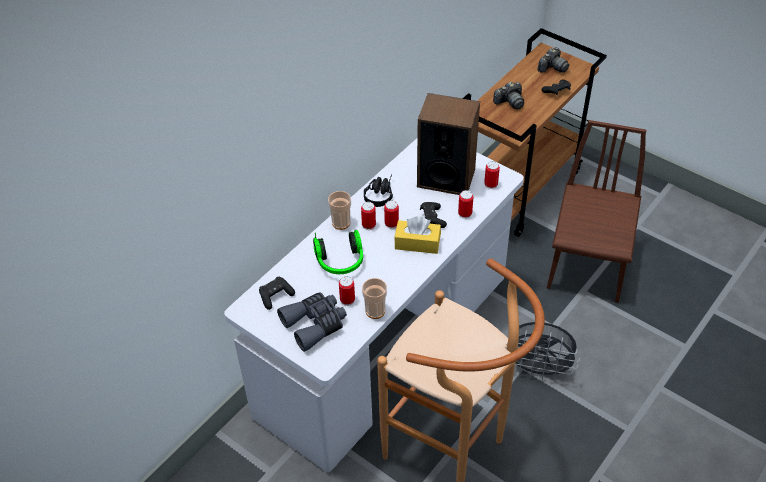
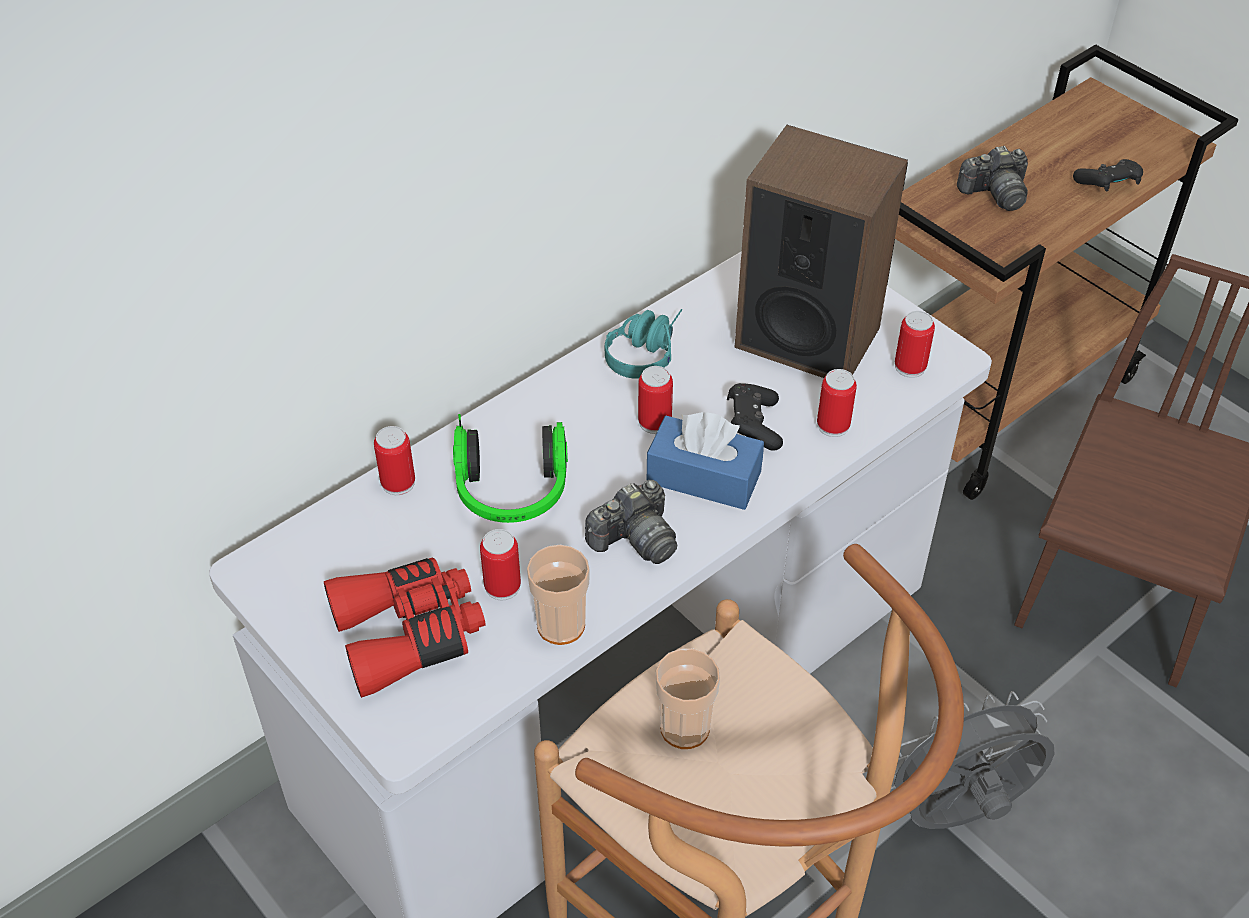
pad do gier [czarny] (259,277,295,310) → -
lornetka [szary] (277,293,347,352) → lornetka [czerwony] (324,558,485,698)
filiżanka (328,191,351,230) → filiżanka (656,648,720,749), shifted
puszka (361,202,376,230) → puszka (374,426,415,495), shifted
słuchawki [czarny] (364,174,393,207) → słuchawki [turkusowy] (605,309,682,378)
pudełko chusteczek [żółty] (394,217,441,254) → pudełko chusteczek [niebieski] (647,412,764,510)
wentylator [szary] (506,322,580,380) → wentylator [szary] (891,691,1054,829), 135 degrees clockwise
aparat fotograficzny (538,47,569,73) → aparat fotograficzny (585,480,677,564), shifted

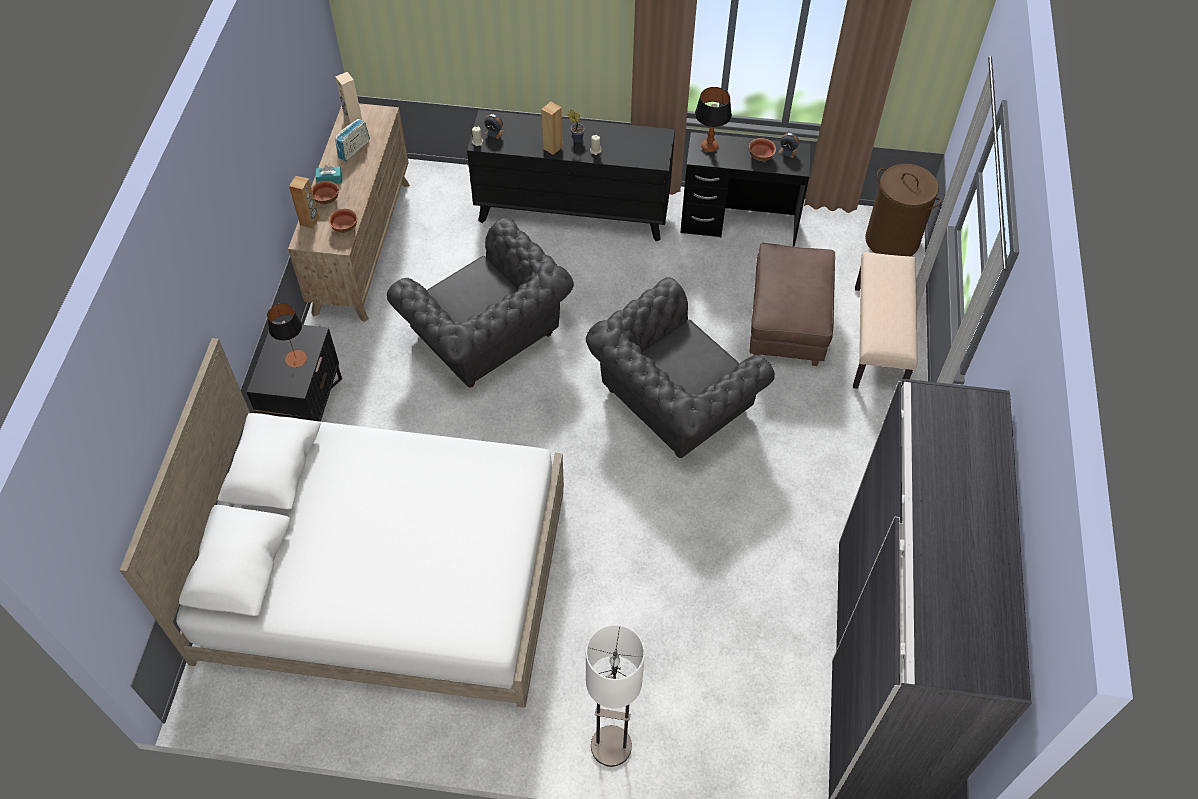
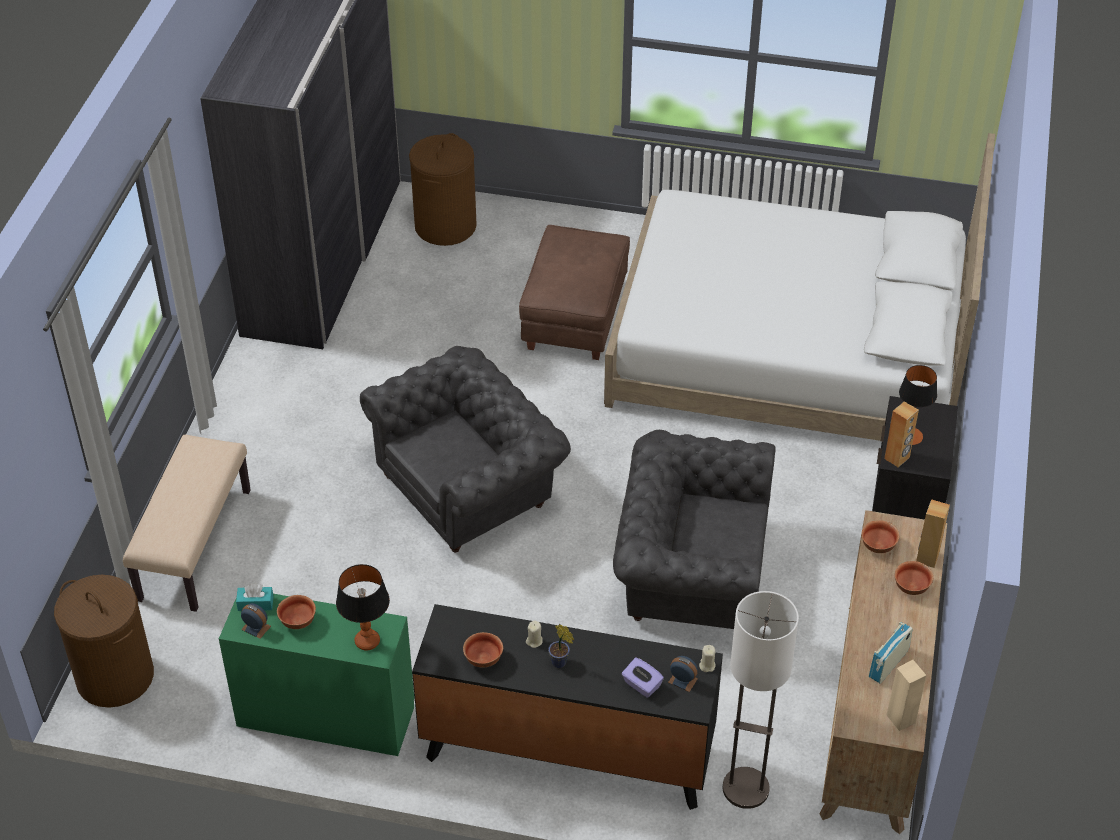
pudełko chusteczek [turkusowy] (315,165,342,184) → pudełko chusteczek [turkusowy] (236,584,273,611), shifted
fotel [szary] (387,218,574,388) → fotel [szary] (613,430,776,629), 45 degrees counterclockwise
głośnik [brązowy] (541,102,563,155) → głośnik [brązowy] (884,402,919,467), shifted
lampa stojąca (586,624,645,767) → lampa stojąca (723,591,799,809), shifted
biurko [czarny] (680,132,811,247) → biurko [zielony] (219,594,414,756)
pufa [brązowy] (749,243,835,366) → pufa [brązowy] (519,225,630,360), shifted
- → kosz na pranie [brązowy] (409,133,477,246)
- → miska (463,632,503,668)
- → pudełko chusteczek [fioletowy] (622,657,664,698)

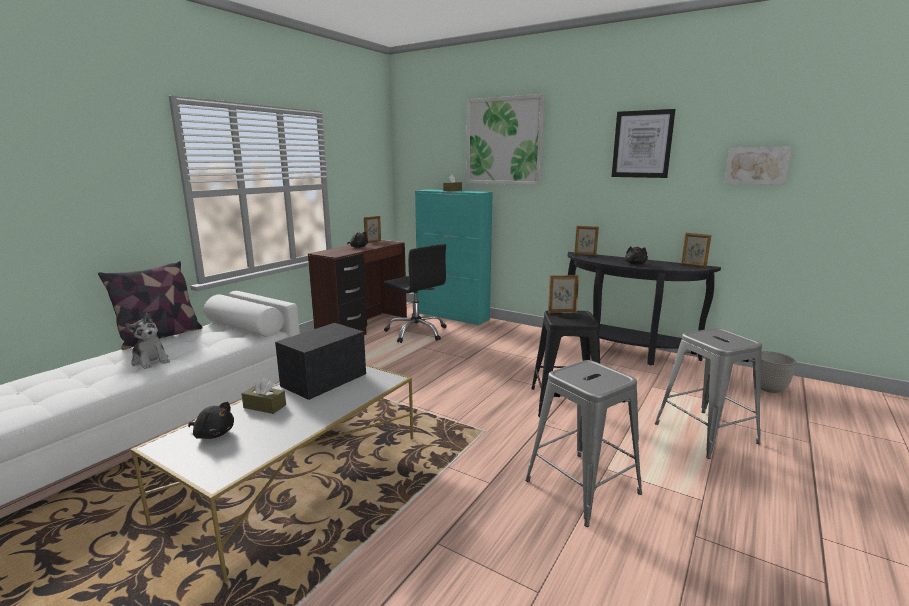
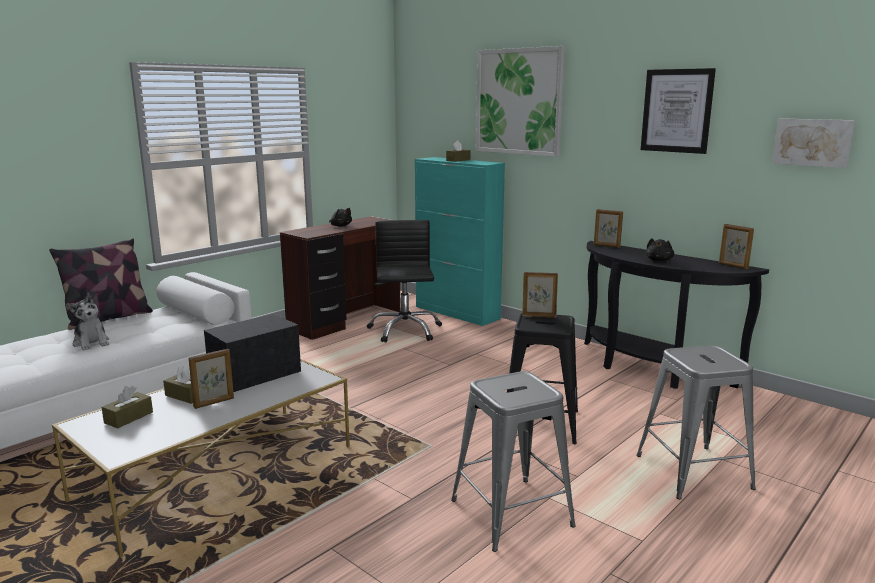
pluszak [czarny] (188,402,234,439) → pudełko chusteczek [brązowy] (101,386,153,428)
ramka na zdjęcie (364,216,381,243) → ramka na zdjęcie (189,349,234,409), shifted
krzesło biurowe [czarny] (383,244,447,343) → krzesło biurowe [czarny] (367,220,442,343), 150 degrees counterclockwise
donica (753,351,797,393) → -

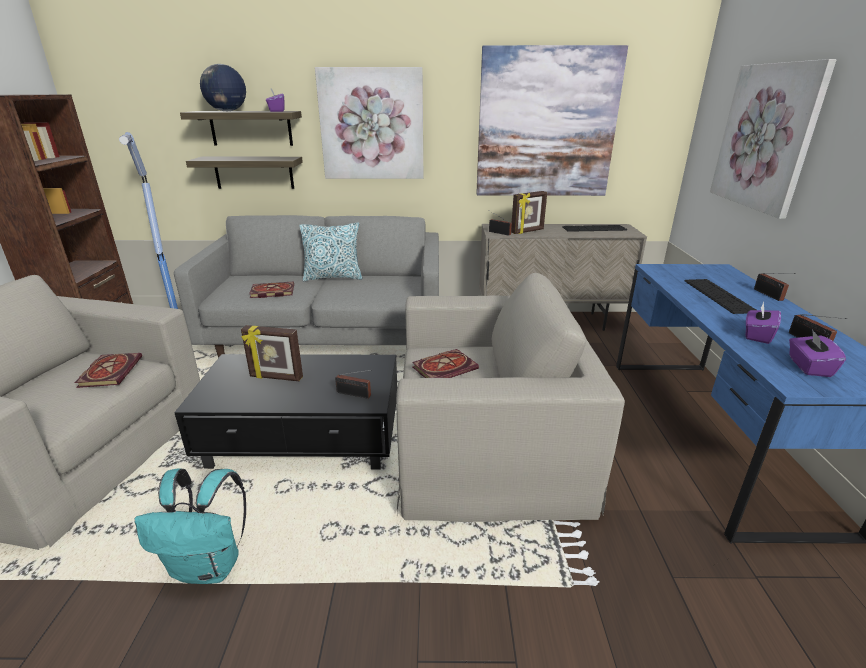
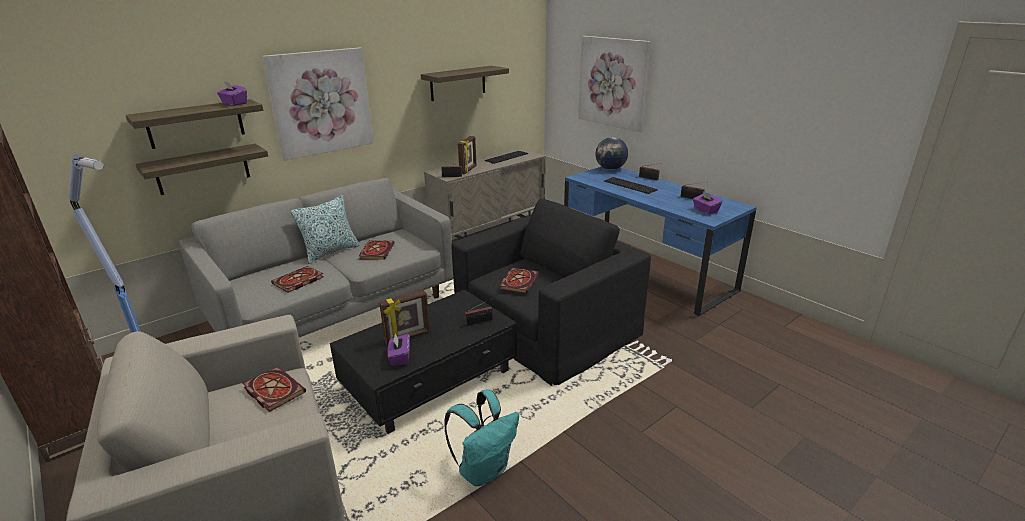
globus (200,64,246,111) → globus (595,137,628,170), shifted
fotel [beżowy] (396,273,625,522) → fotel [czarny] (451,199,651,386)
obraz (476,45,628,196) → półka (421,66,509,101)
pudełko chusteczek [fioletowy] (745,301,781,344) → pudełko chusteczek [fioletowy] (387,333,410,366), shifted
- → książka (359,240,395,260)

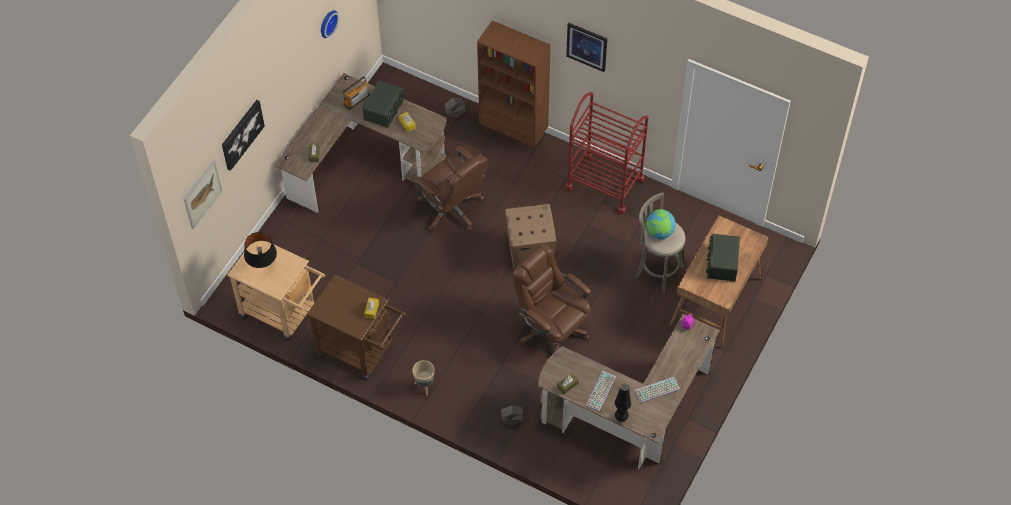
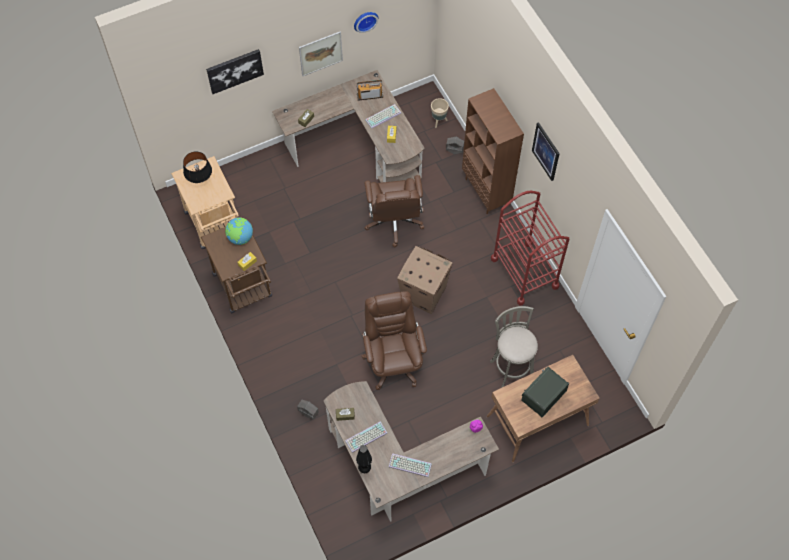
obraz (184,160,222,229) → obraz (299,32,343,76), shifted
radio (363,80,404,128) → klawiatura (365,104,401,129)
donica [beżowy] (412,360,435,395) → donica [beżowy] (431,98,449,128), shifted
globus (646,209,676,239) → globus (225,218,253,245), shifted

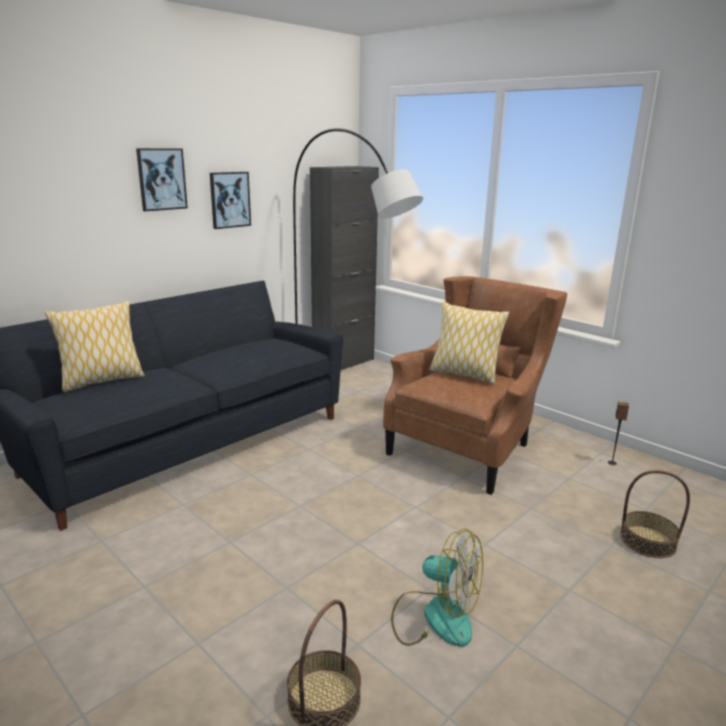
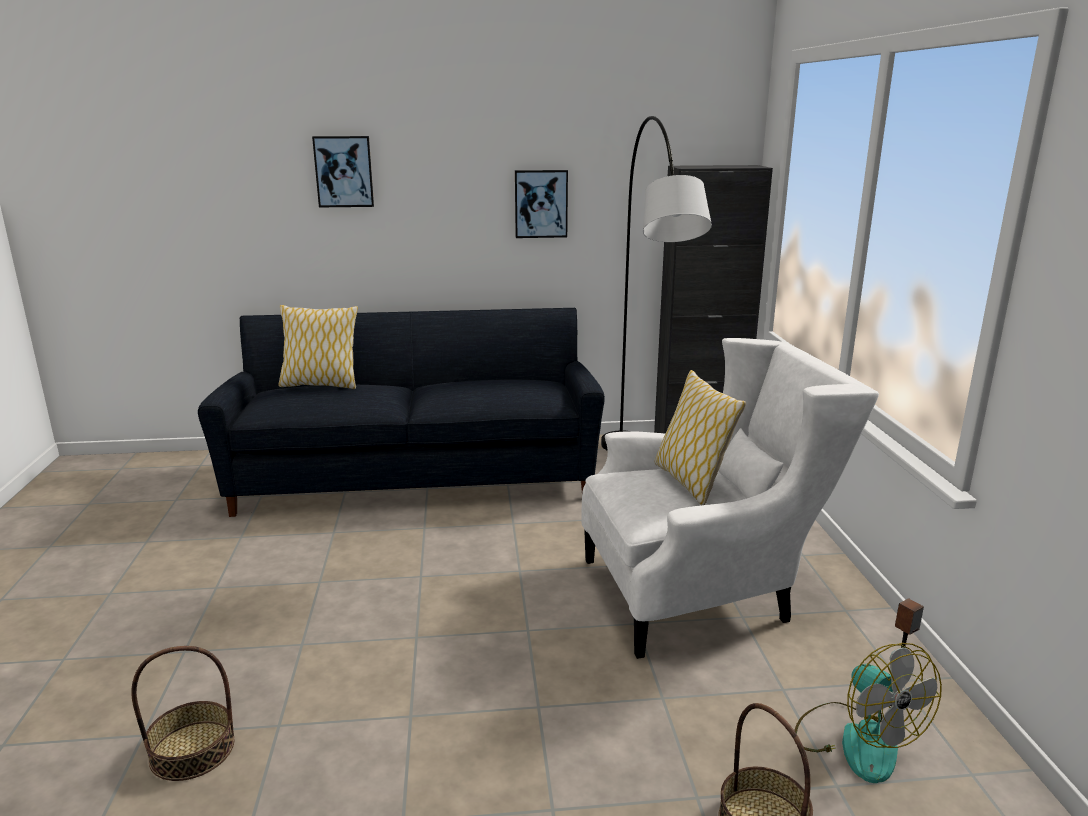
obraz (136,148,188,211) → obraz (312,136,374,207), shifted
fotel [brązowy] (383,276,567,495) → fotel [biały] (581,338,879,659)
wentylator (391,528,483,647) → wentylator (794,643,942,783), shifted

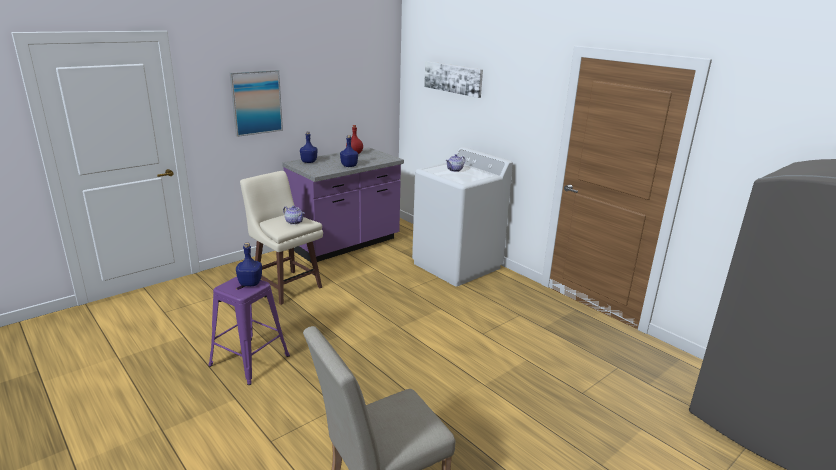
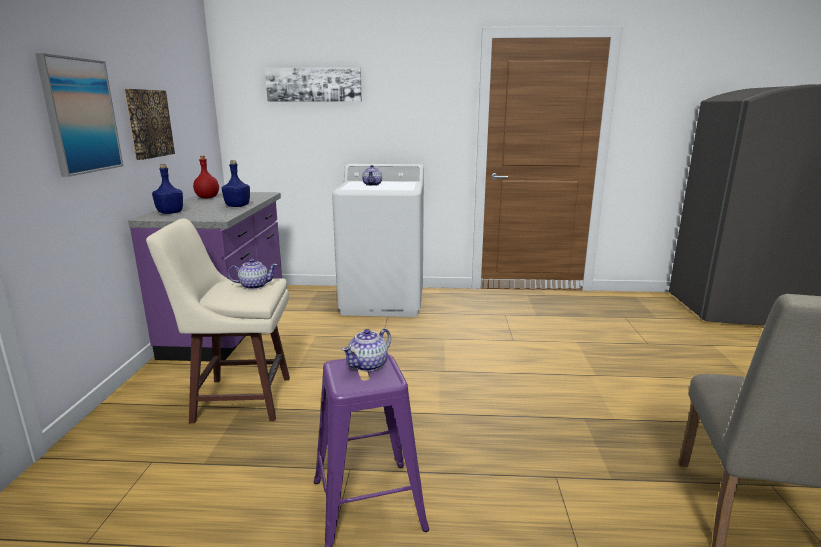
butelka [niebieski] (236,243,262,286) → imbryk (342,328,391,372)
- → obraz (124,89,175,160)

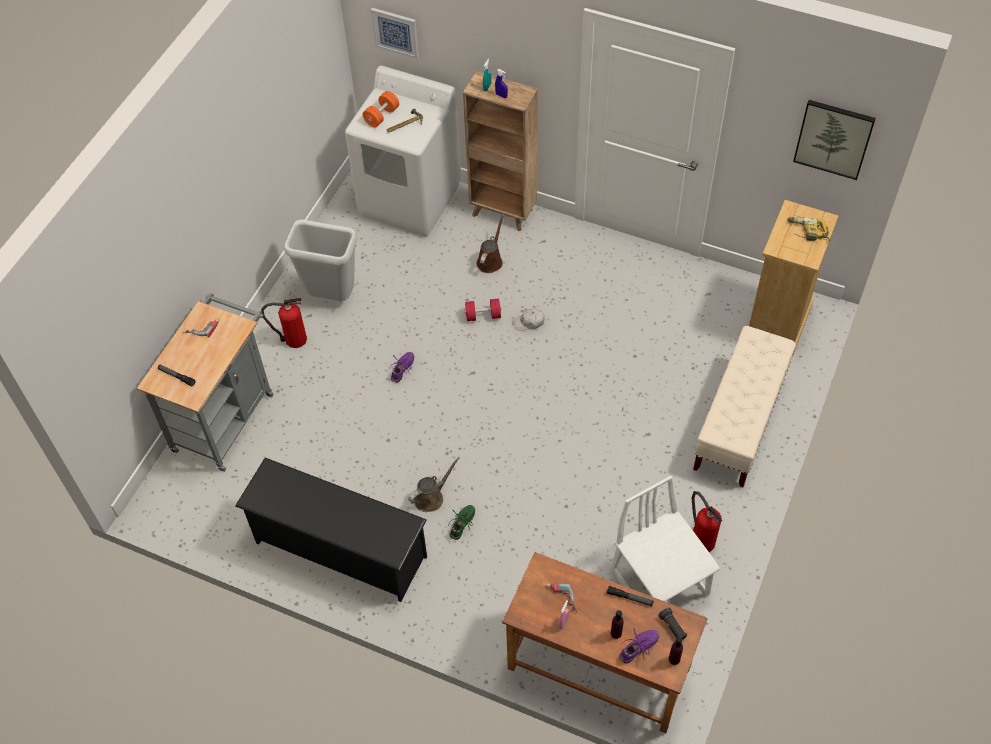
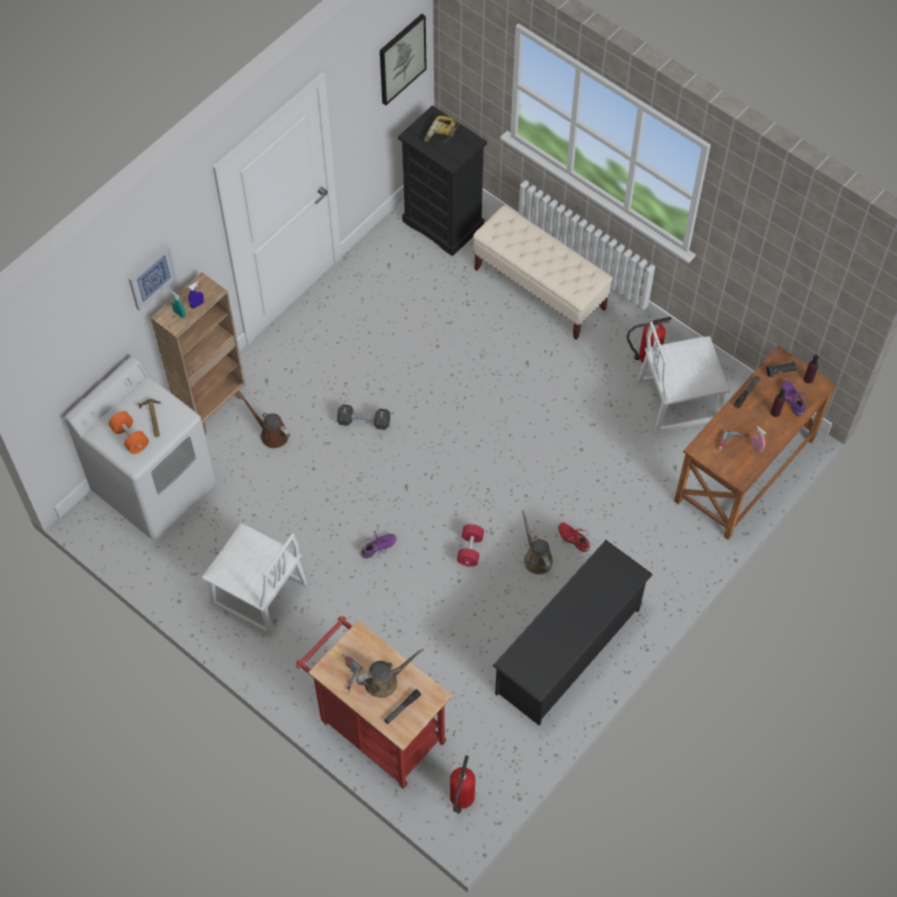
wózek [szary] (137,293,273,472) → wózek [czerwony] (296,616,452,789)
gaśnica (261,298,307,348) → gaśnica (450,755,475,814), shifted
kosz na śmieci [szary] (283,220,358,301) → krzesło [biały] (201,523,307,636)
obraz (371,8,419,59) → obraz (128,245,177,311), shifted
but [fioletowy] (388,352,414,383) → but [fioletowy] (361,531,397,559), 105 degrees clockwise
but [zielony] (447,505,475,540) → but [czerwony] (558,522,590,552)
hantel [czerwony] (465,299,502,321) → hantel [czerwony] (457,524,484,567), shifted
czapka z daszkiem [biały] (513,309,544,331) → hantel [czarny] (337,404,390,430)
komoda [beżowy] (748,200,838,357) → komoda [czarny] (398,105,487,256)
- → konewka [brązowy] (356,649,424,698)

